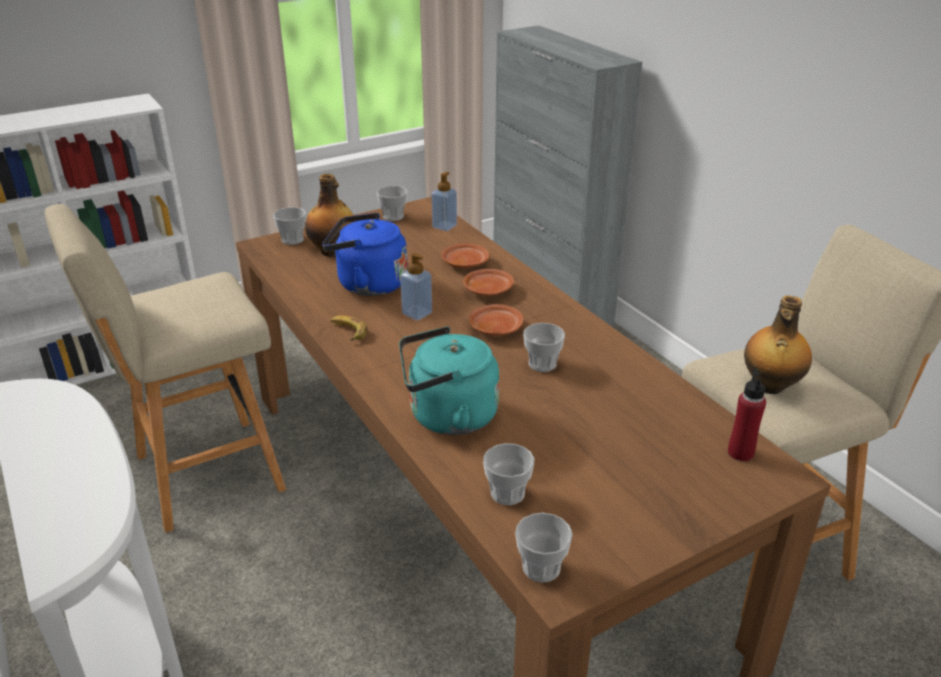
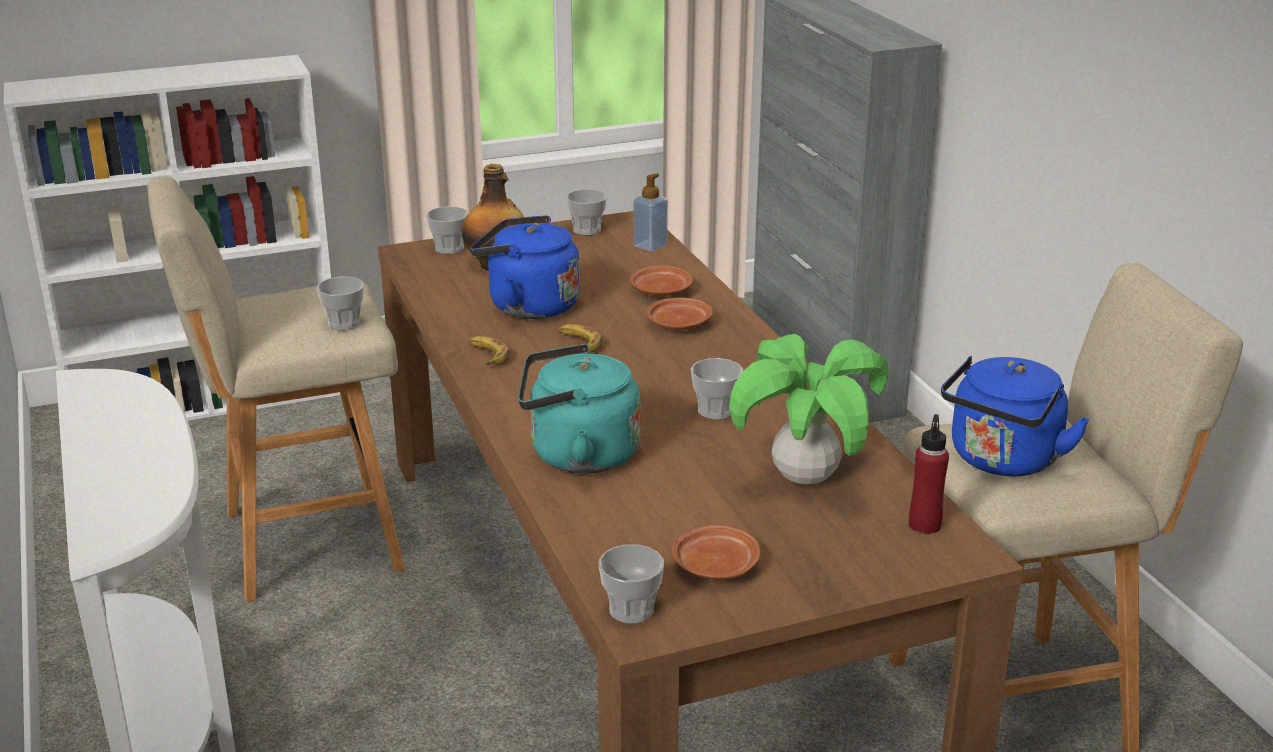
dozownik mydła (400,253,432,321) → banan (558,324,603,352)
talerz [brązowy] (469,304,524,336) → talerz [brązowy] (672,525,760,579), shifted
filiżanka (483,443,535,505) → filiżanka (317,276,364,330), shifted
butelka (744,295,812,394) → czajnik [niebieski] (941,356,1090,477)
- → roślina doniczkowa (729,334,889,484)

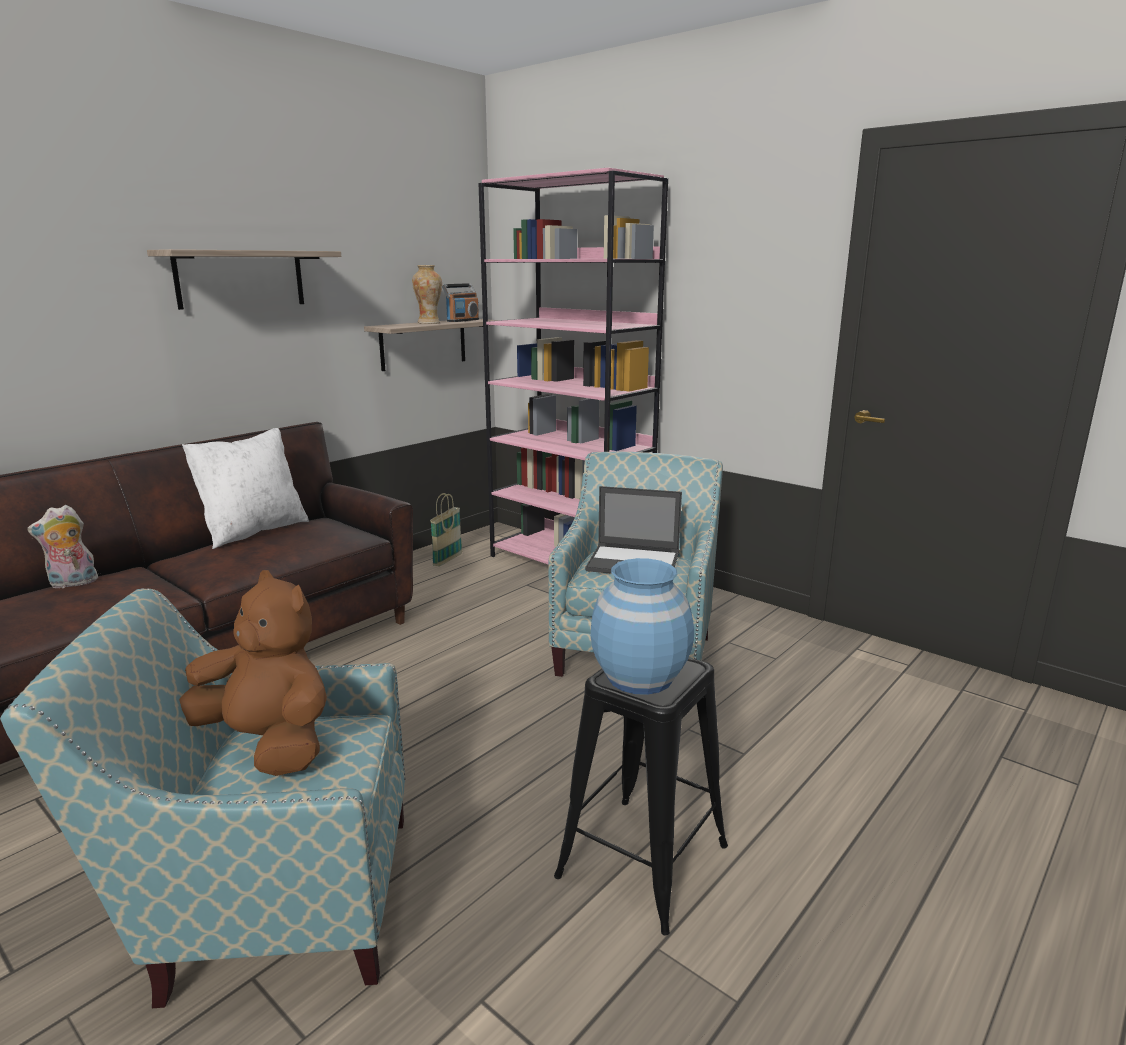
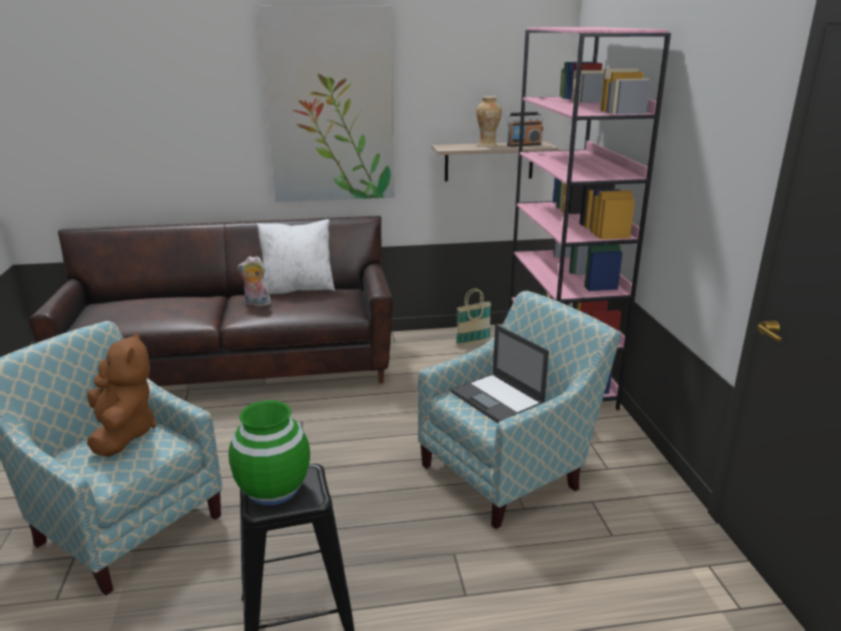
pluszak (27,505,98,588) → pluszak (238,256,271,306), shifted
półka (147,249,341,310) → obraz (259,6,394,202)
wazon [niebieski] (591,558,694,695) → wazon [zielony] (229,400,310,505)

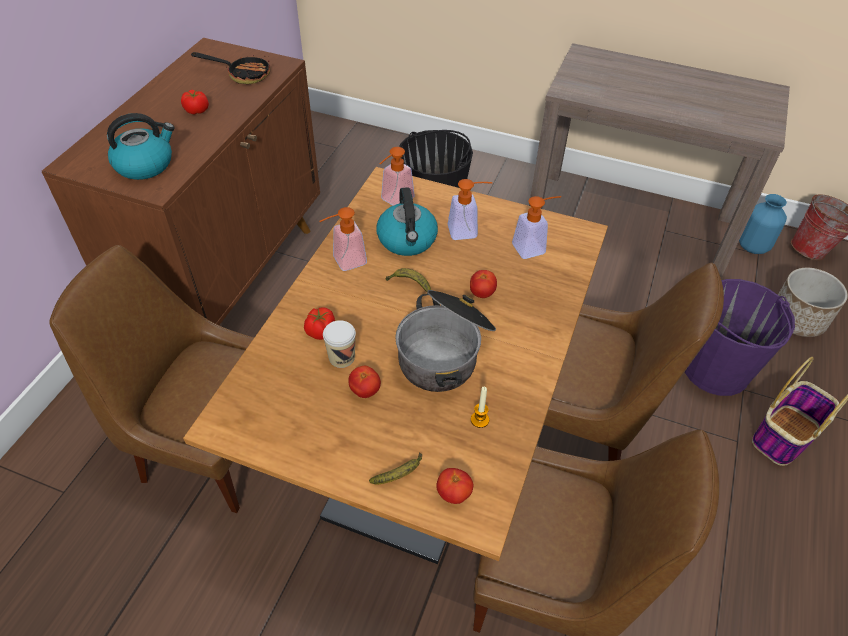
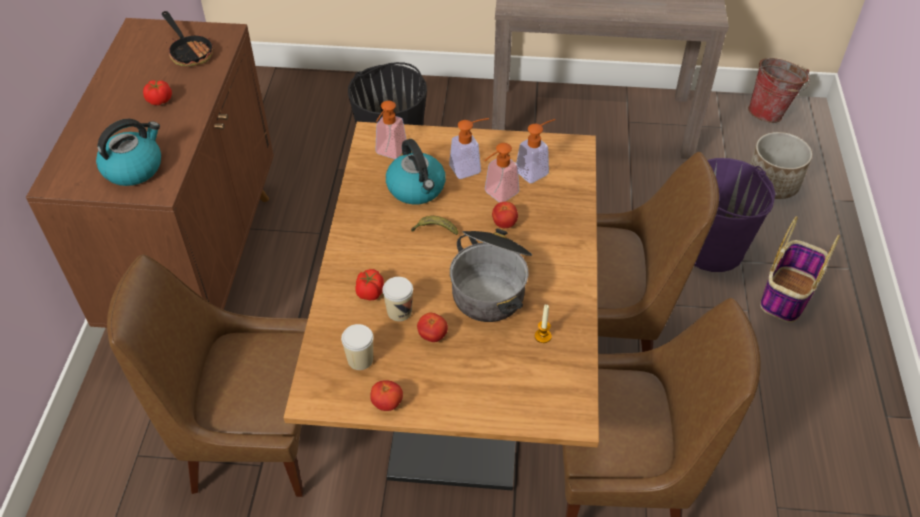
patelnia (191,52,270,84) → patelnia (162,11,213,66), 60 degrees clockwise
dozownik mydła (319,207,367,271) → dozownik mydła (484,143,519,203), shifted
banan (369,453,422,485) → -
pomidor (436,468,473,504) → pomidor (370,380,403,411), shifted
wazon [niebieski] (739,194,787,254) → -
- → filiżanka (341,324,374,370)

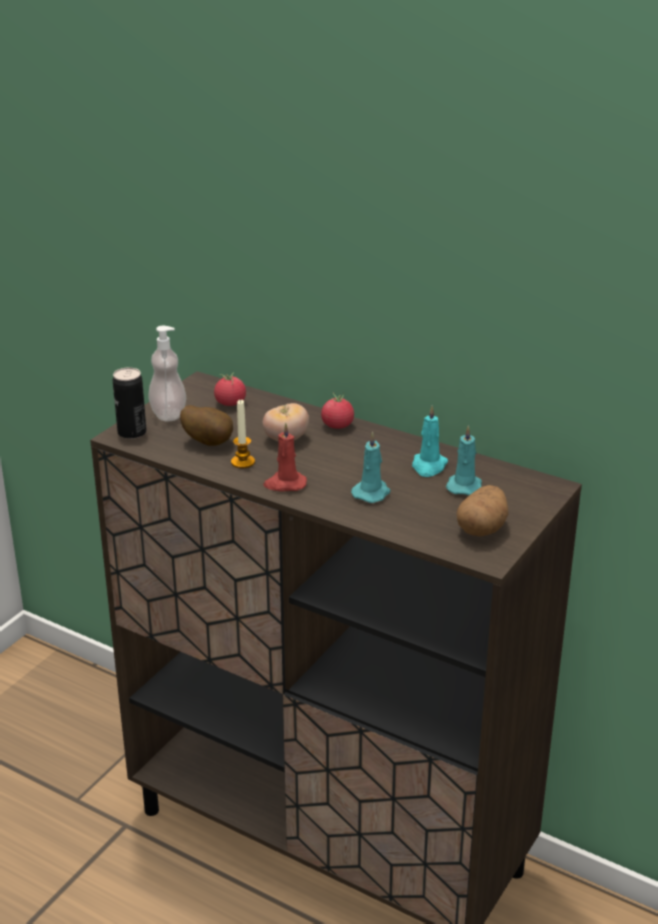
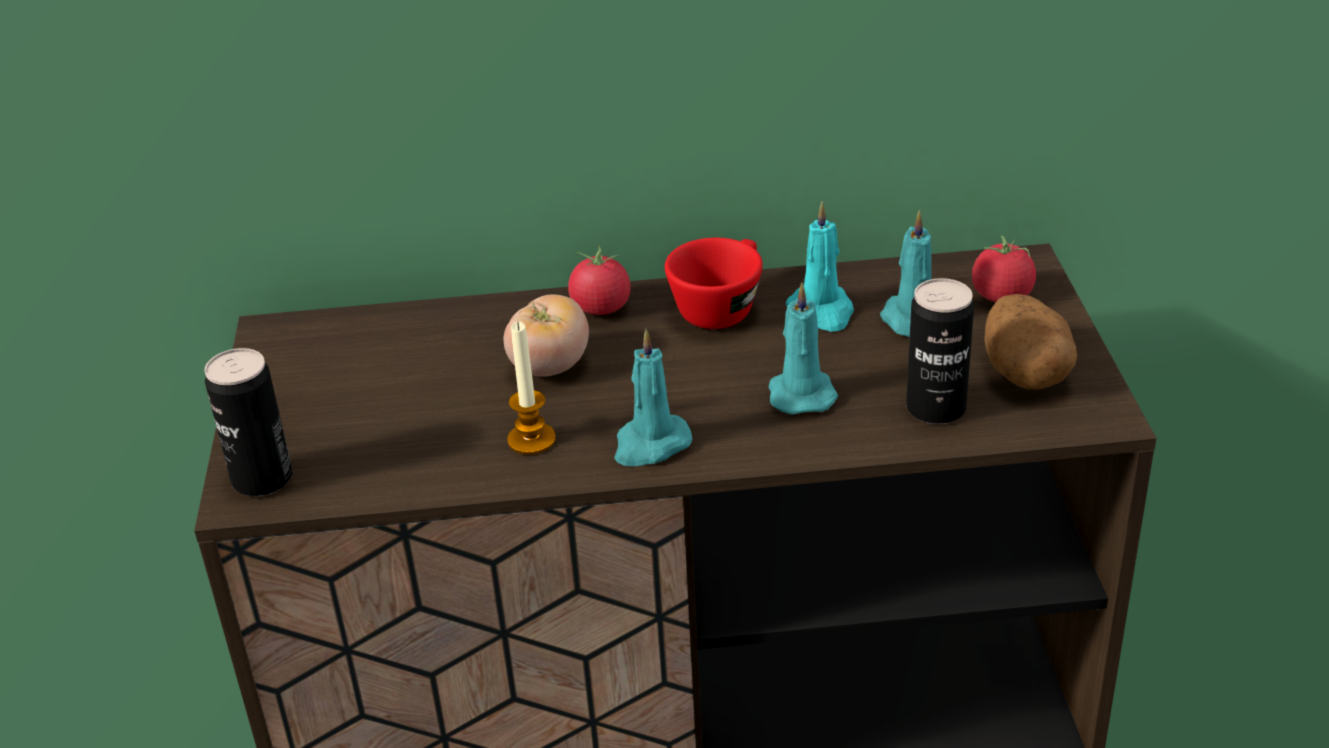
dozownik mydła (148,326,186,421) → -
ziemniak (180,405,233,446) → -
pomidor (214,372,246,406) → pomidor (972,236,1036,302), shifted
świeca [czerwony] (263,422,307,492) → świeca [turkusowy] (614,329,692,466)
- → filiżanka [czerwony] (665,238,763,329)
- → puszka (906,278,974,424)

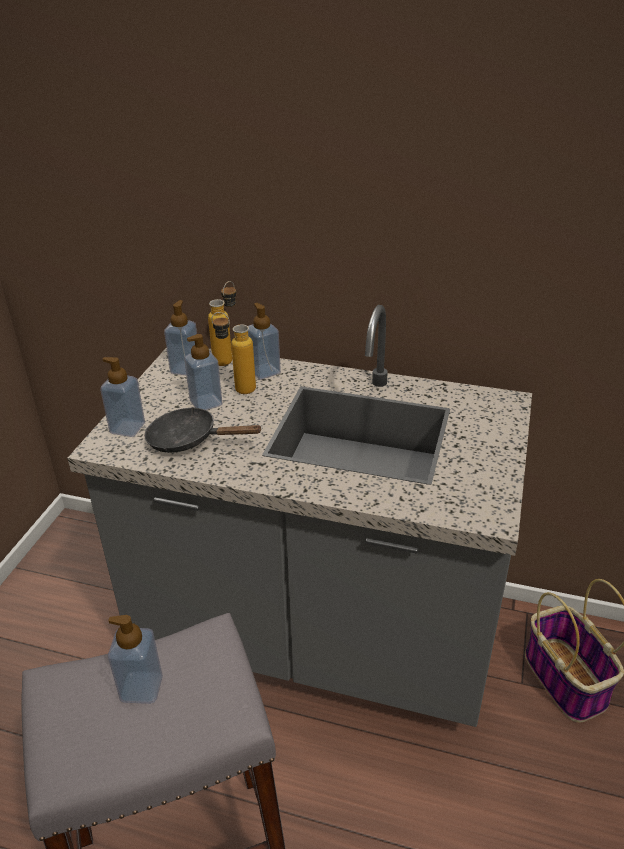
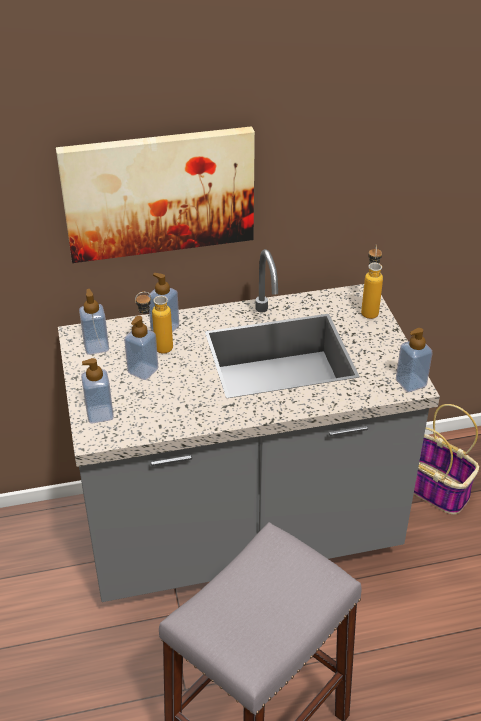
dozownik mydła (108,615,163,704) → dozownik mydła (396,328,433,392), shifted
patelnia [czarny] (144,407,263,453) → -
butelka (208,281,236,366) → butelka (361,245,383,319), shifted
- → obraz (56,126,255,263)

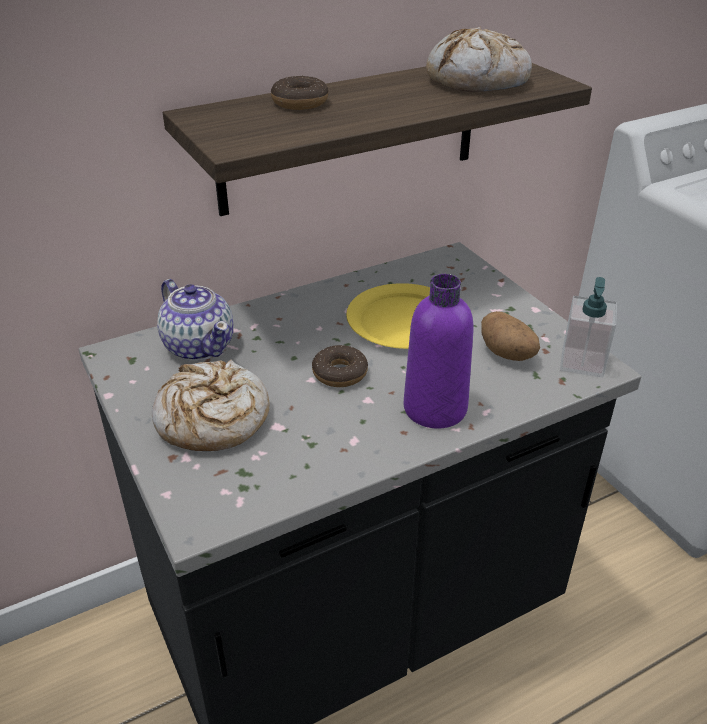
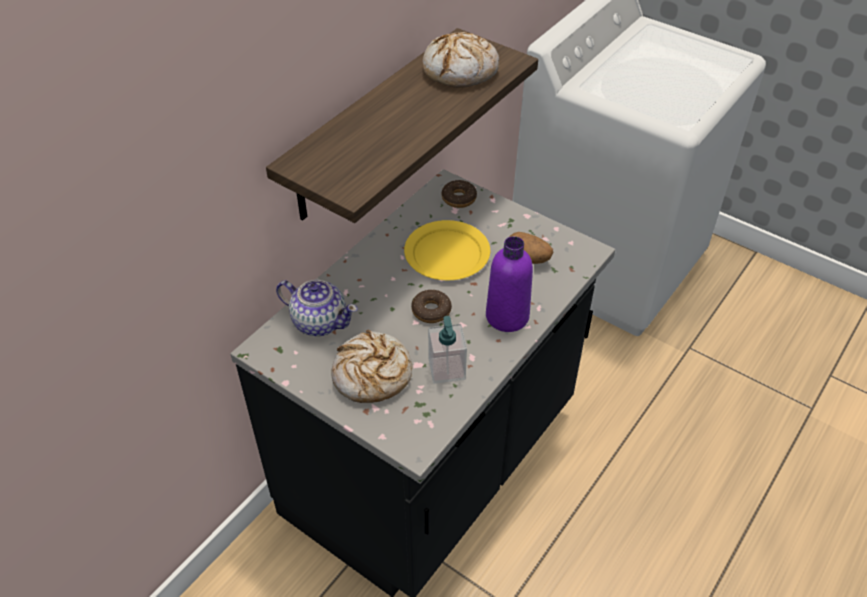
donut (271,75,328,110) → donut (442,180,477,208), shifted
dozownik mydła (560,277,617,377) → dozownik mydła (428,316,467,384), shifted

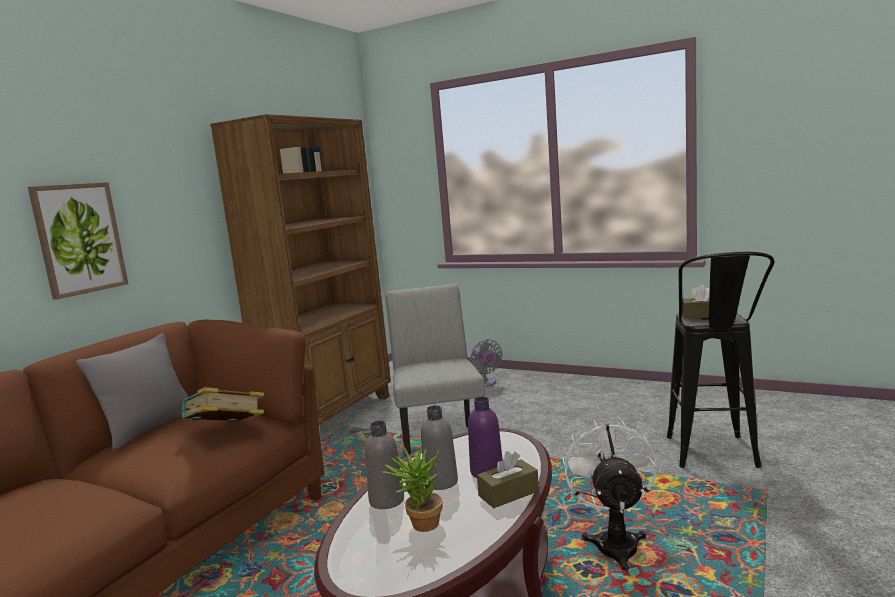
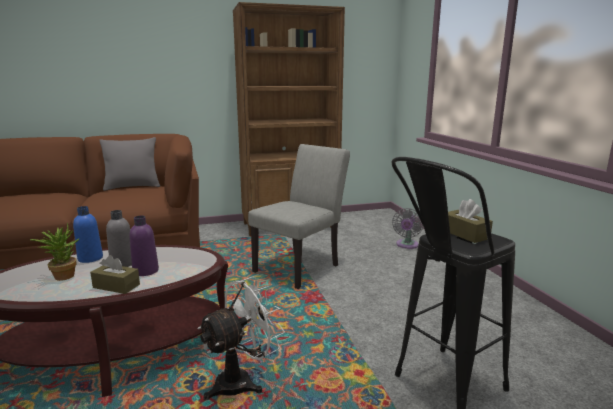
obraz (28,182,128,300) → -
książka (177,387,264,422) → -
butelka [szary] (365,421,404,509) → butelka [niebieski] (73,206,103,263)

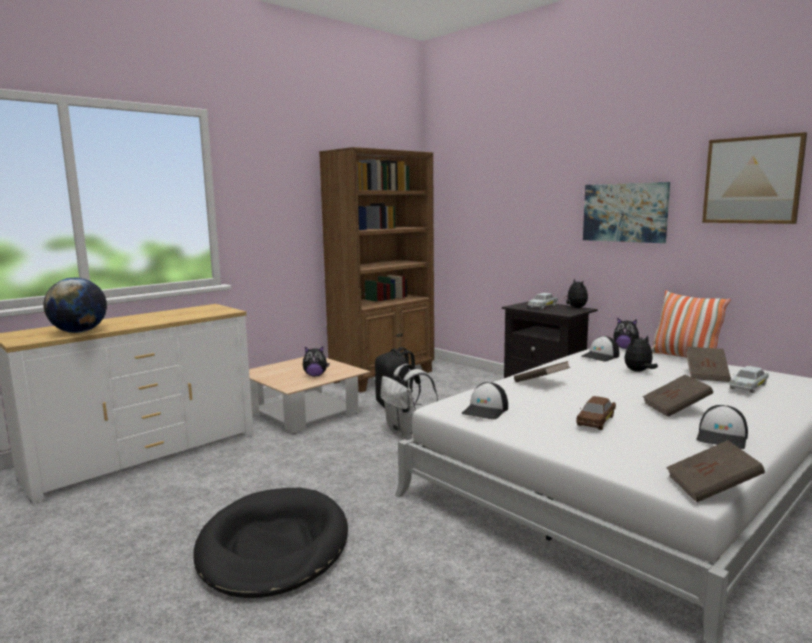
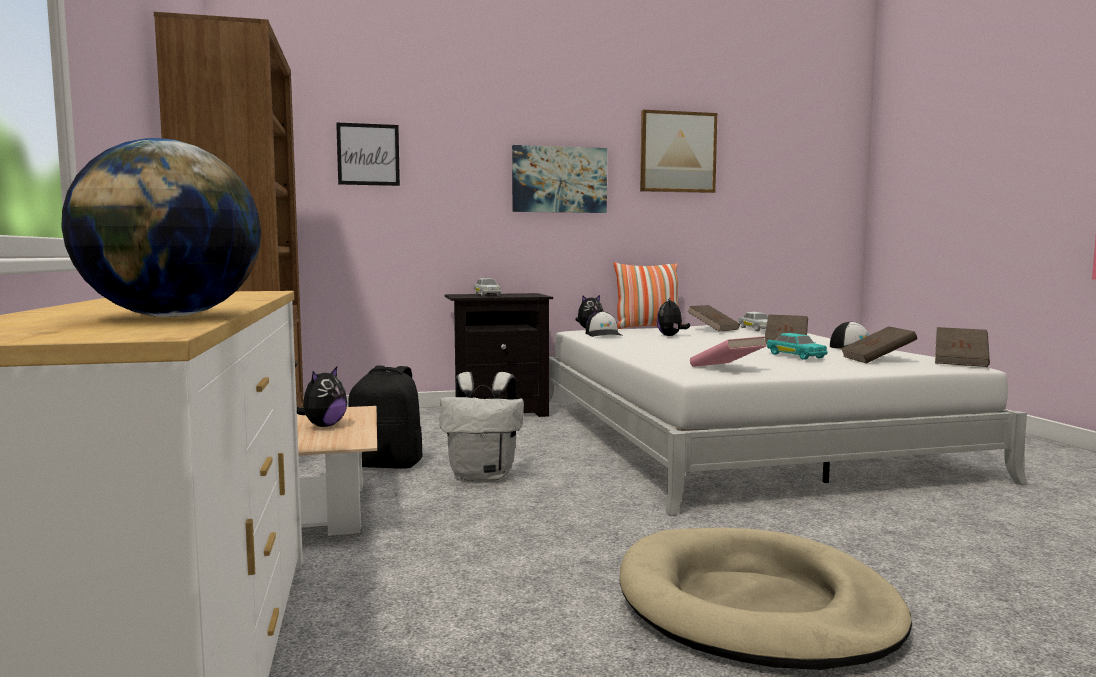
legowisko [czarny] (194,488,348,598) → legowisko [beżowy] (620,527,912,670)
czapka z daszkiem (462,382,508,419) → książka [różowy] (690,336,768,367)
książka [brązowy] (514,361,570,382) → książka [brązowy] (841,326,917,363), shifted
pluszak (565,278,588,308) → -
samochodzik [brązowy] (576,396,616,430) → samochodzik [turkusowy] (767,333,828,360)
- → obraz (336,122,400,186)

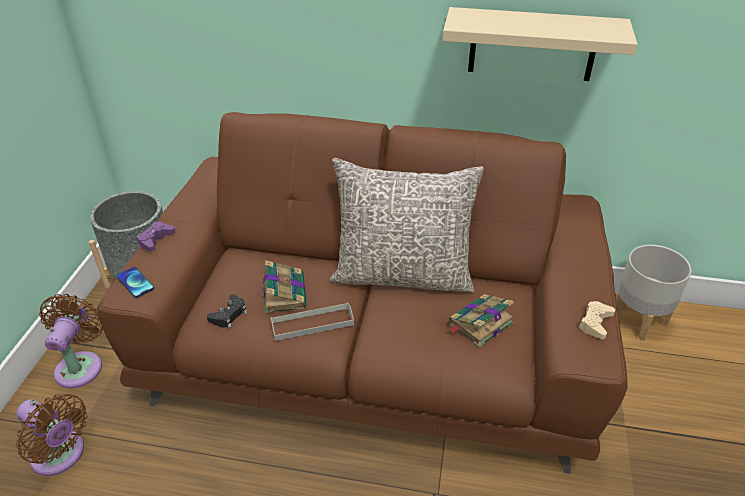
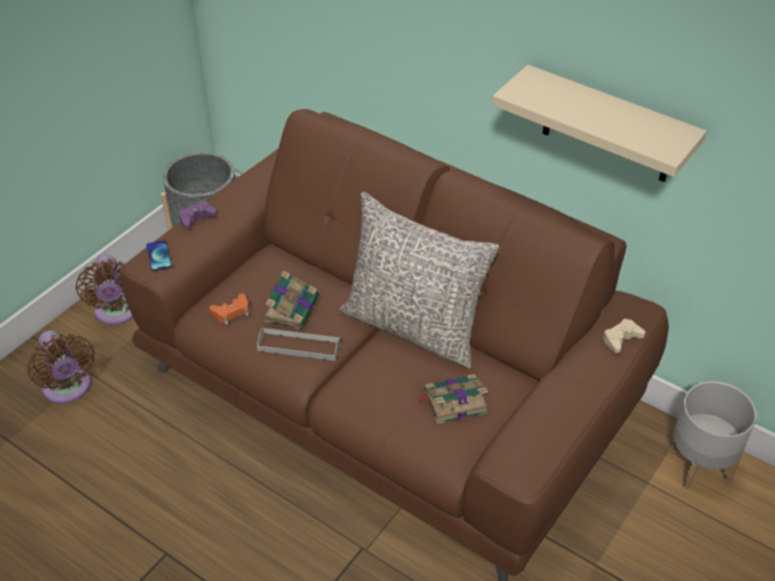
wentylator [brązowy] (39,294,103,388) → wentylator [brązowy] (75,254,133,325), 135 degrees clockwise
pad do gier [czarny] (207,294,247,328) → pad do gier [pomarańczowy] (210,293,249,325)
pad do gier [beżowy] (578,301,615,339) → pad do gier [beżowy] (603,319,645,353), shifted

